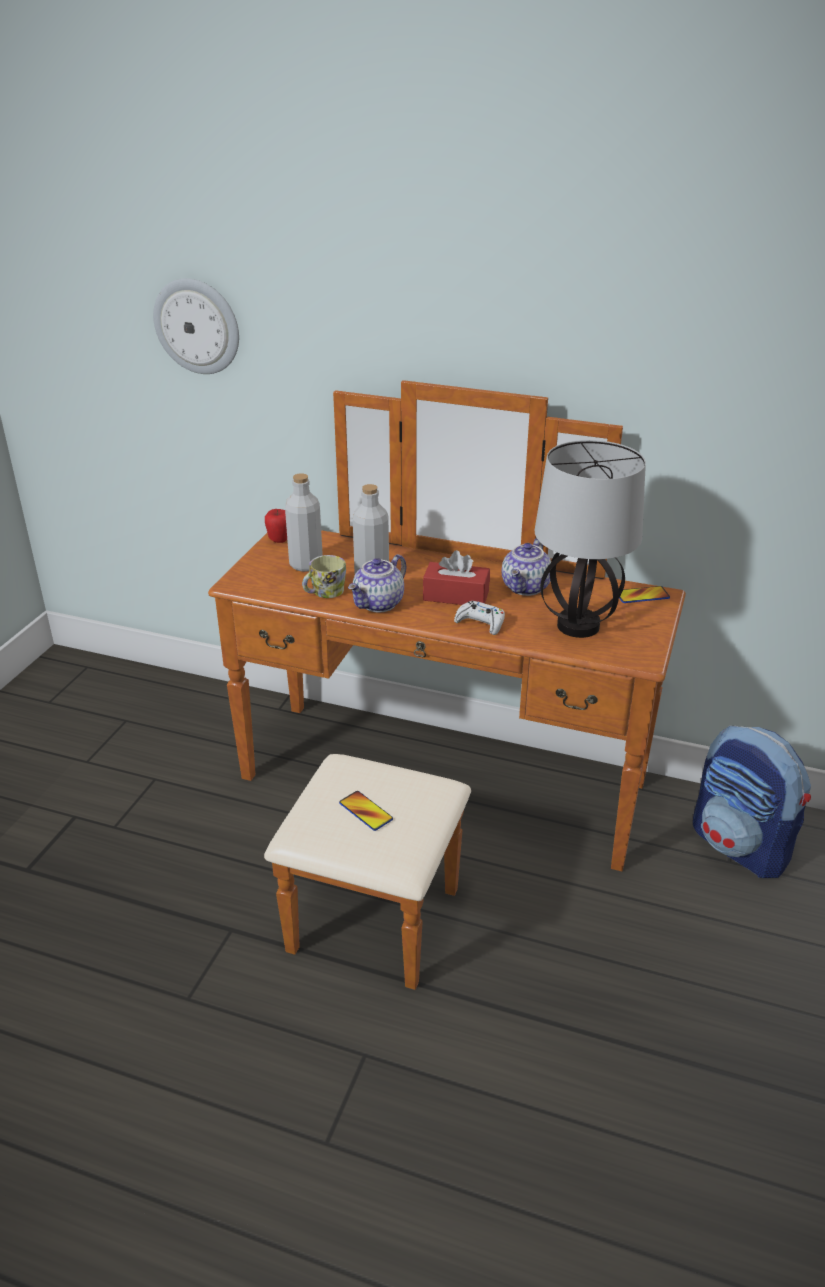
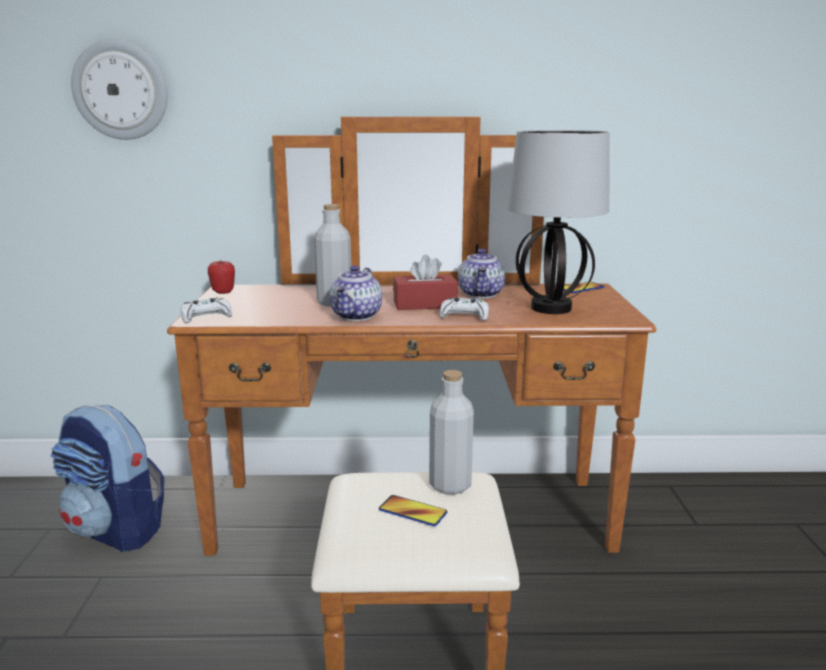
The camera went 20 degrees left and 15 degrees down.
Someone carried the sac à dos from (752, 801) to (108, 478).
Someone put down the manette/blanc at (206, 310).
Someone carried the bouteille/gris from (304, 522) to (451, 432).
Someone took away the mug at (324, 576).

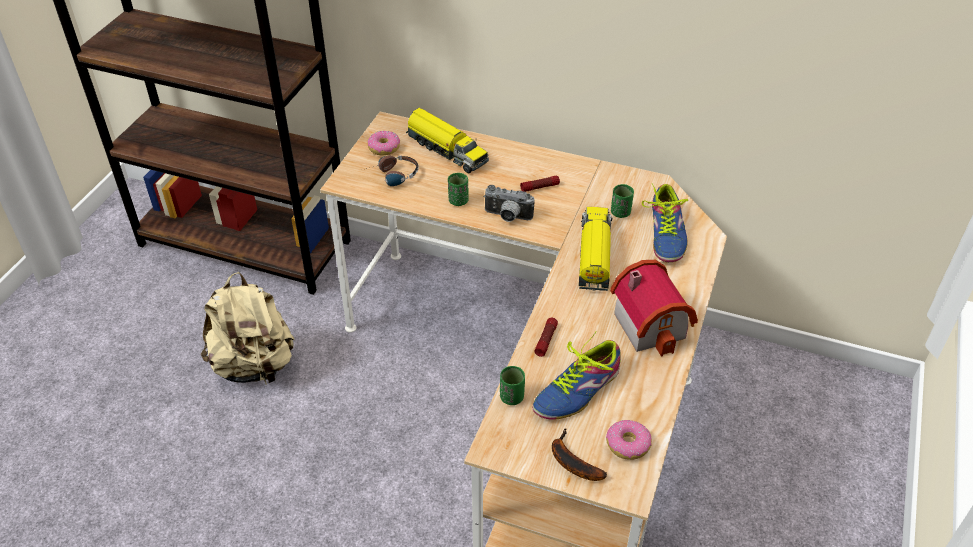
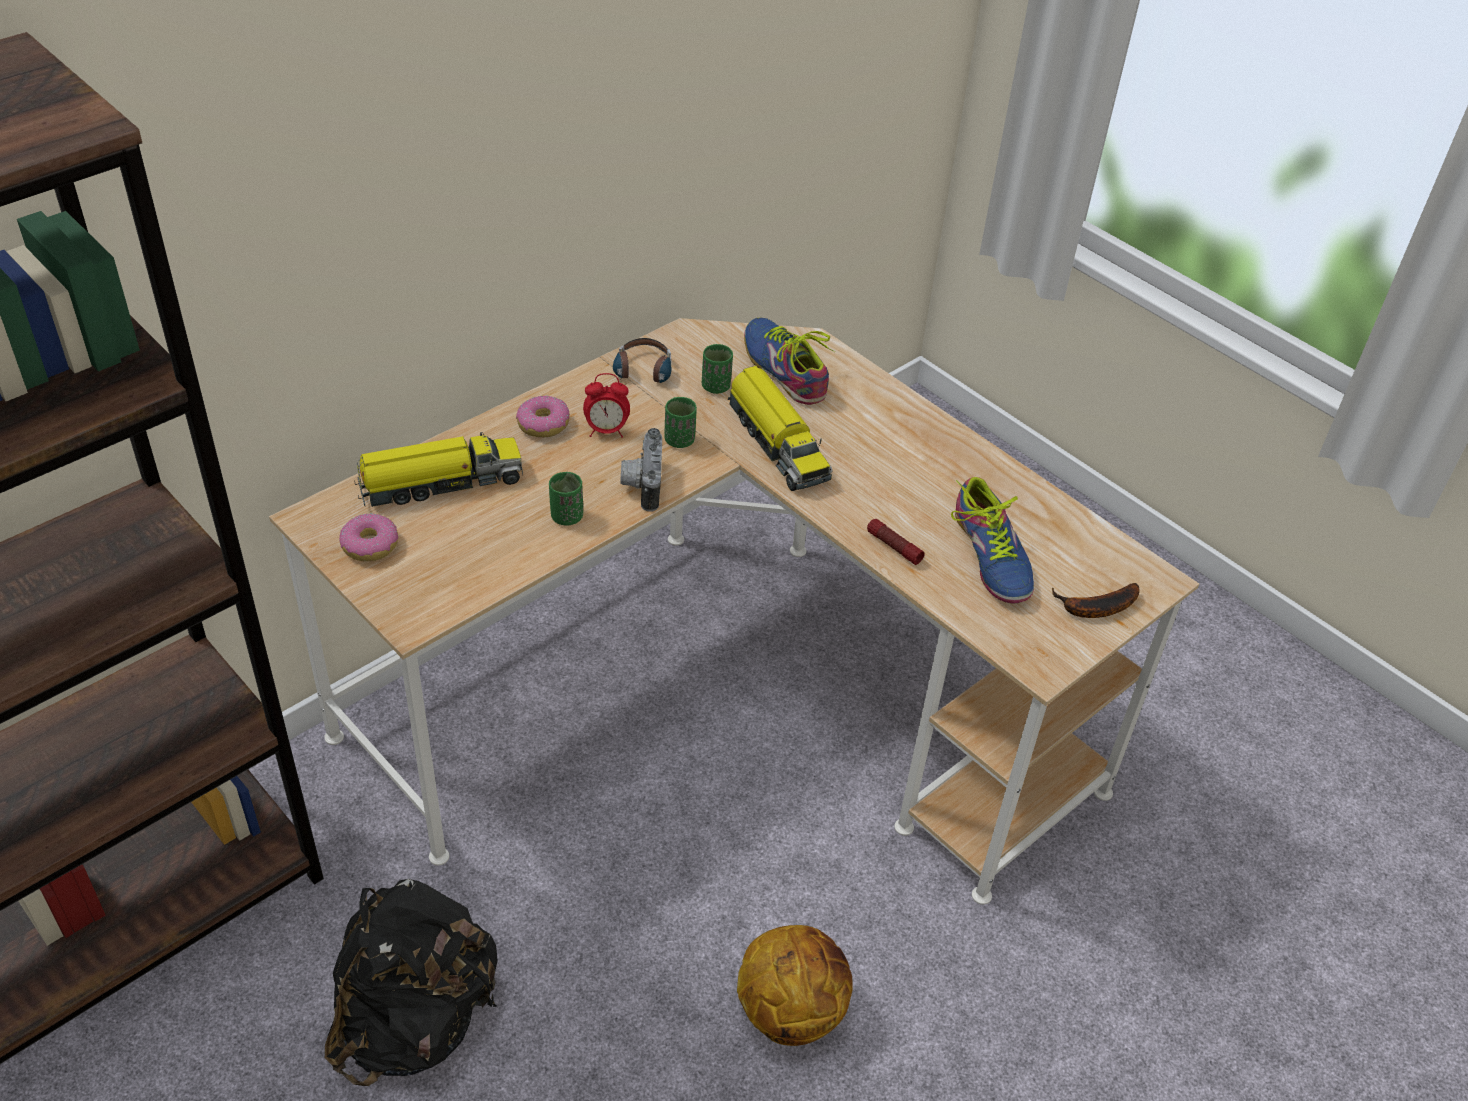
The camera went 65 degrees left and 0 degrees up.
Someone repainted the sac à dos/beige at (247, 328), which became the sac à dos/noir at (411, 982).
Someone carried the beignet from (629, 440) to (543, 416).
Someone swapped the lampe de poche at (540, 183) for the réveil at (606, 405).
Someone carried the casque audio from (392, 170) to (642, 360).
Someone rotated the appareil photo at (509, 203) by 135 degrees clockwise.
Someone carried the tasse/vert from (512, 385) to (680, 422).
Someone rotated the camion jouet at (595, 249) by 150 degrees counterclockwise.
Someone put down the ballon de basket at (795, 985).
Someone rotated the chaussure at (665, 223) by 150 degrees counterclockwise.
Someone took away the maison miniature at (654, 308).

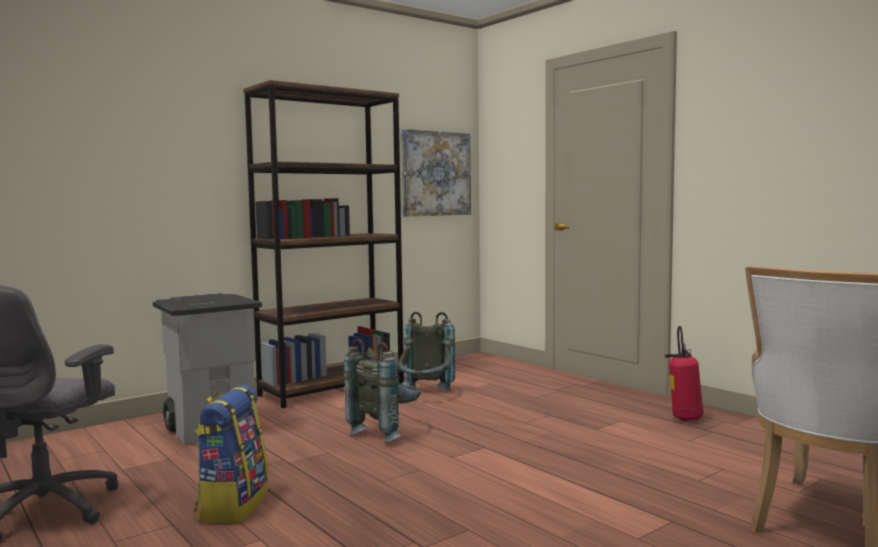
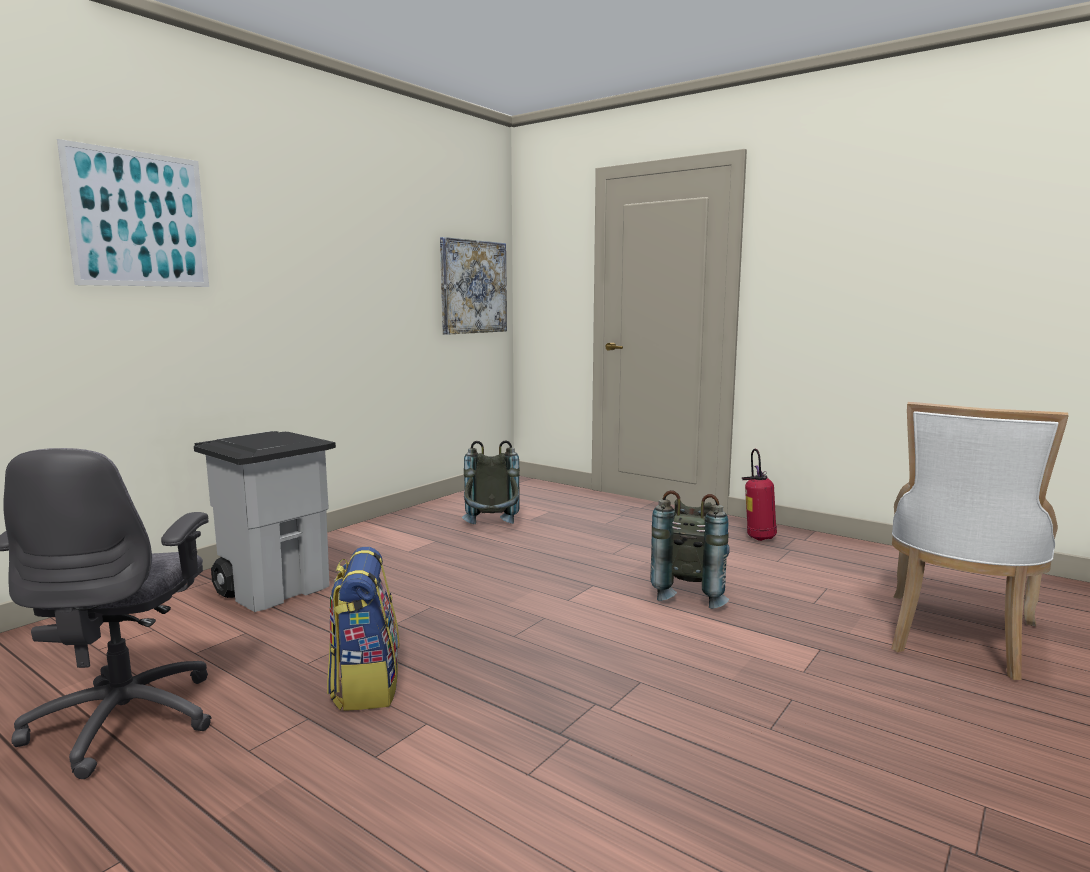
The camera went 15 degrees left and 5 degrees up.
Someone put up the tableau at (133, 213).
Someone carried the sac à dos/gris from (382, 391) to (690, 549).
Someone took away the bibliothèque/marron at (323, 244).

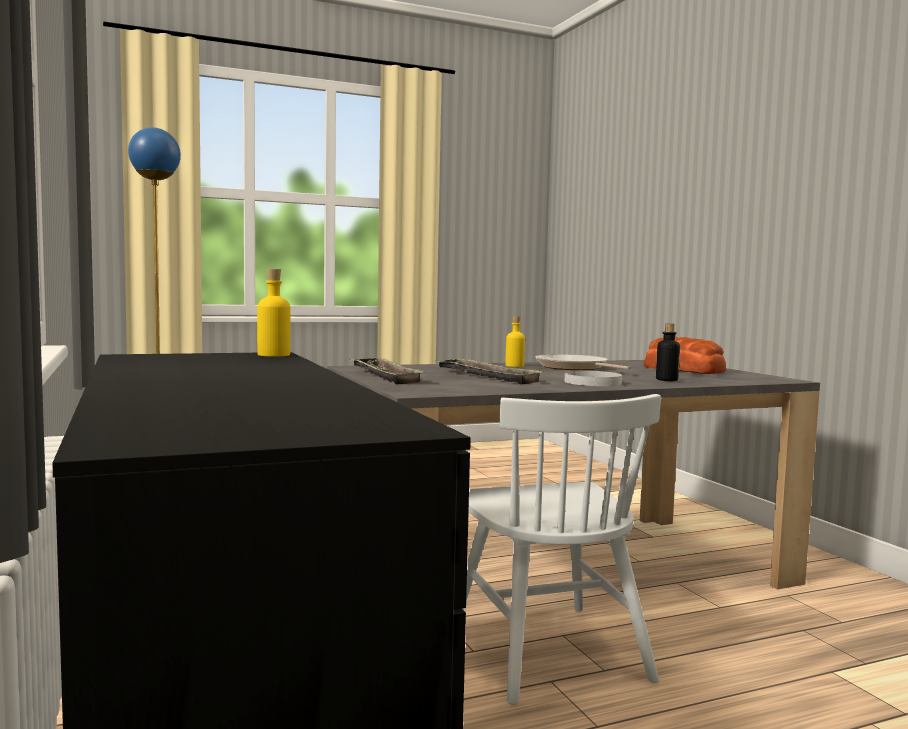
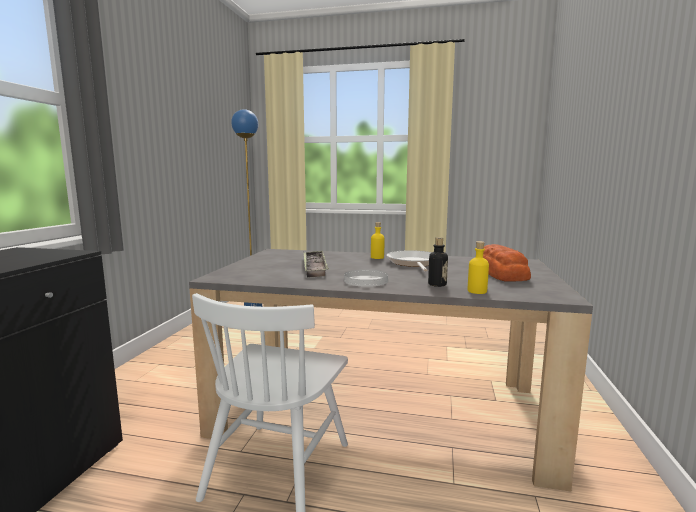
The camera went 35 degrees right and 5 degrees up.
Someone carried the bouteille/jaune from (274, 313) to (478, 267).
Someone took away the plateau at (387, 370).

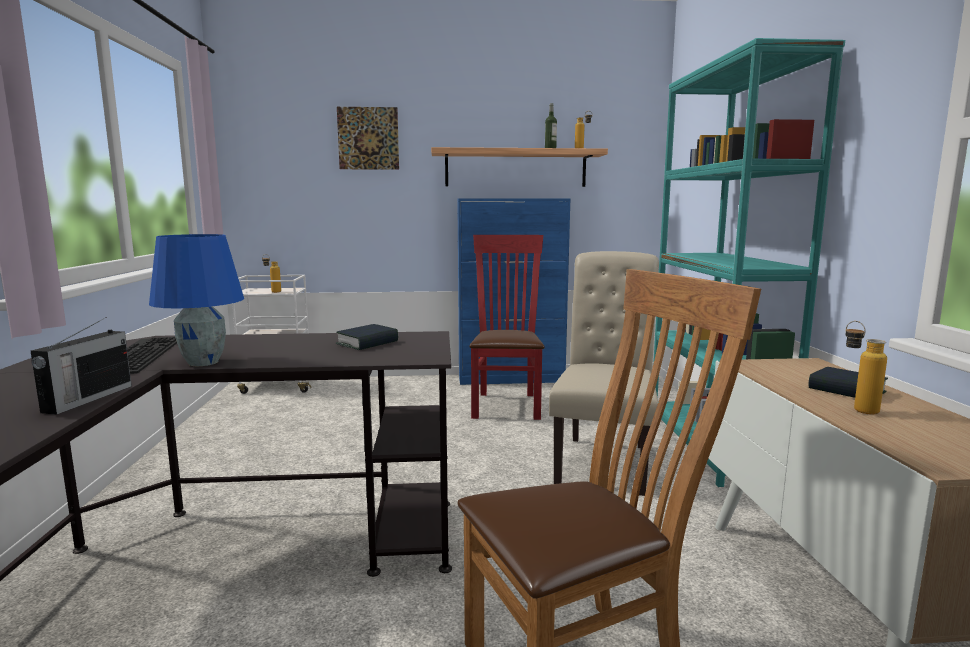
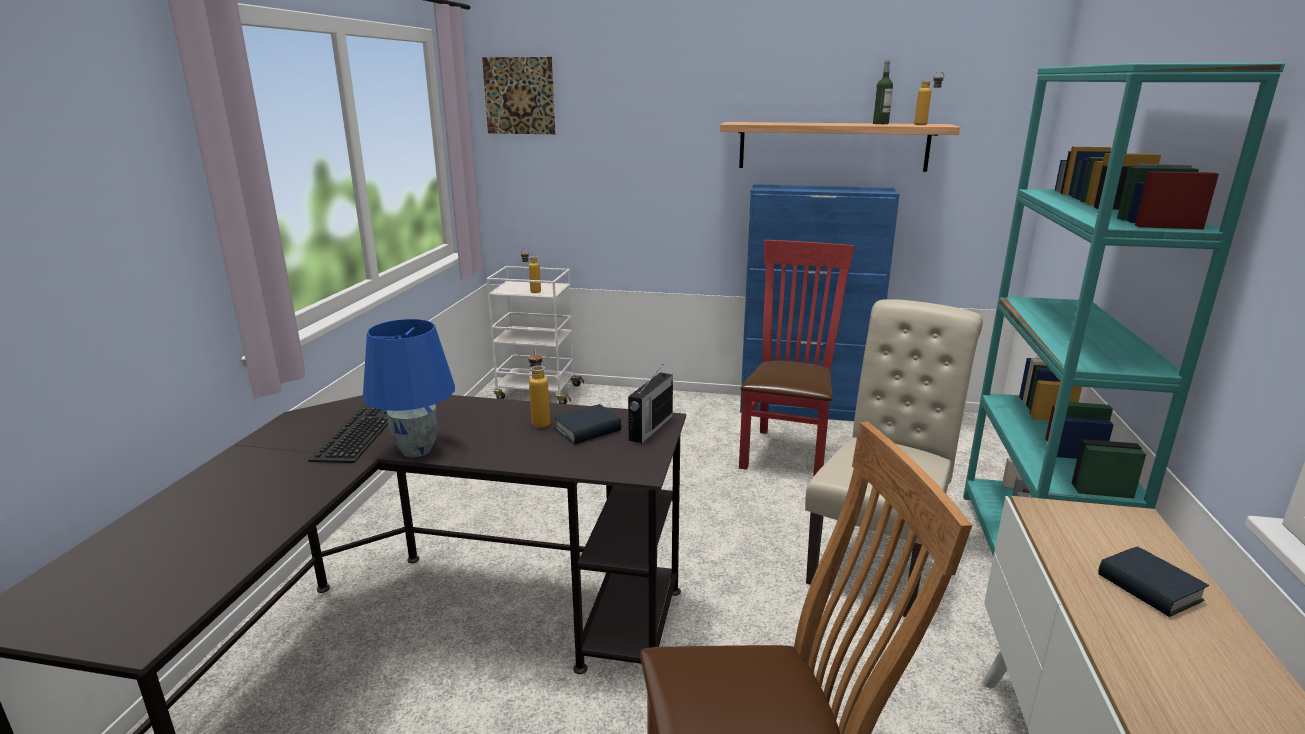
The camera went 15 degrees right and 10 degrees up.
Someone carried the tableau from (368, 138) to (518, 95).
Someone carried the bouteille from (866, 368) to (539, 388).
Someone carried the radio from (81, 366) to (650, 405).

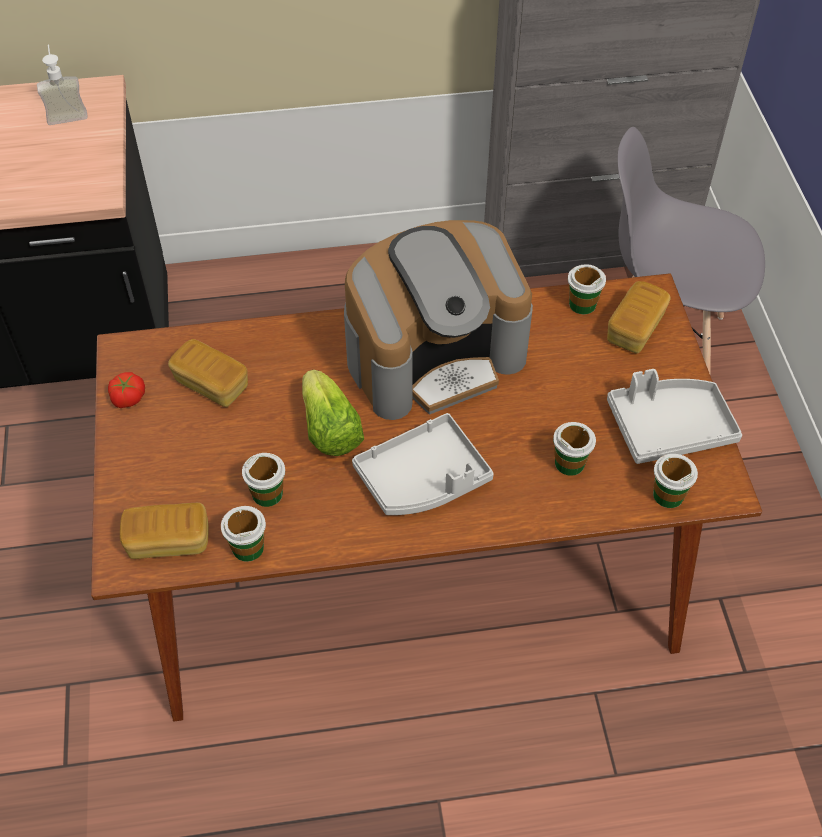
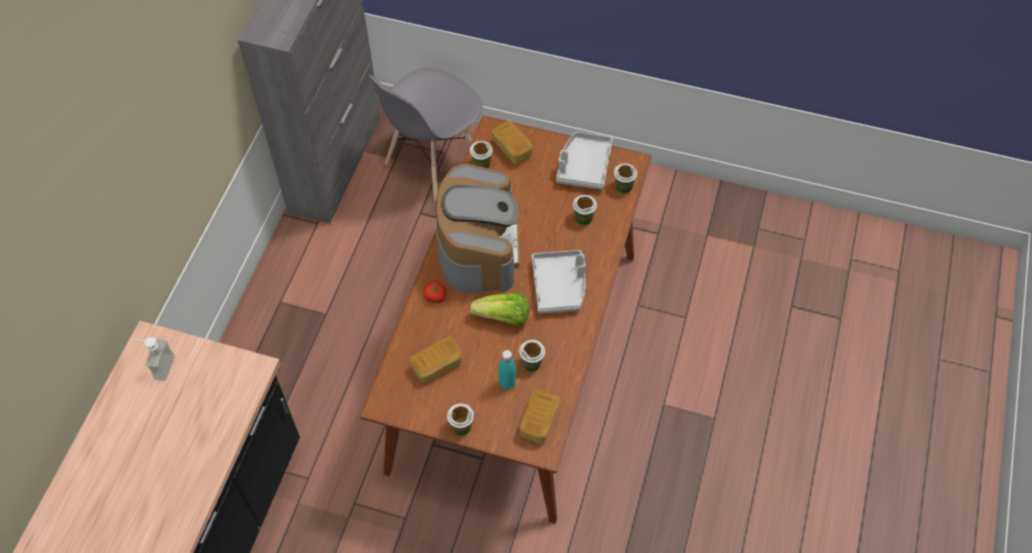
The camera went 65 degrees left and 5 degrees up.
Someone carried the tomate from (126, 390) to (434, 292).
Someone carried the tasse from (243, 534) to (460, 420).
Someone put down the bouteille/turquoise at (507, 370).

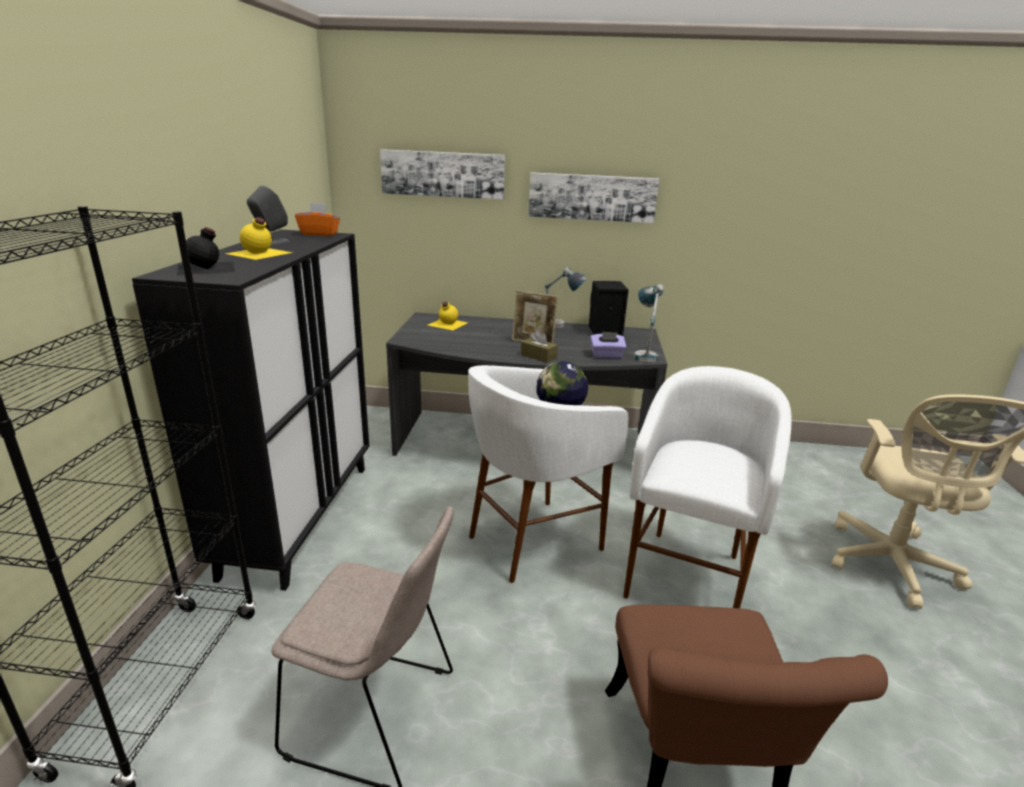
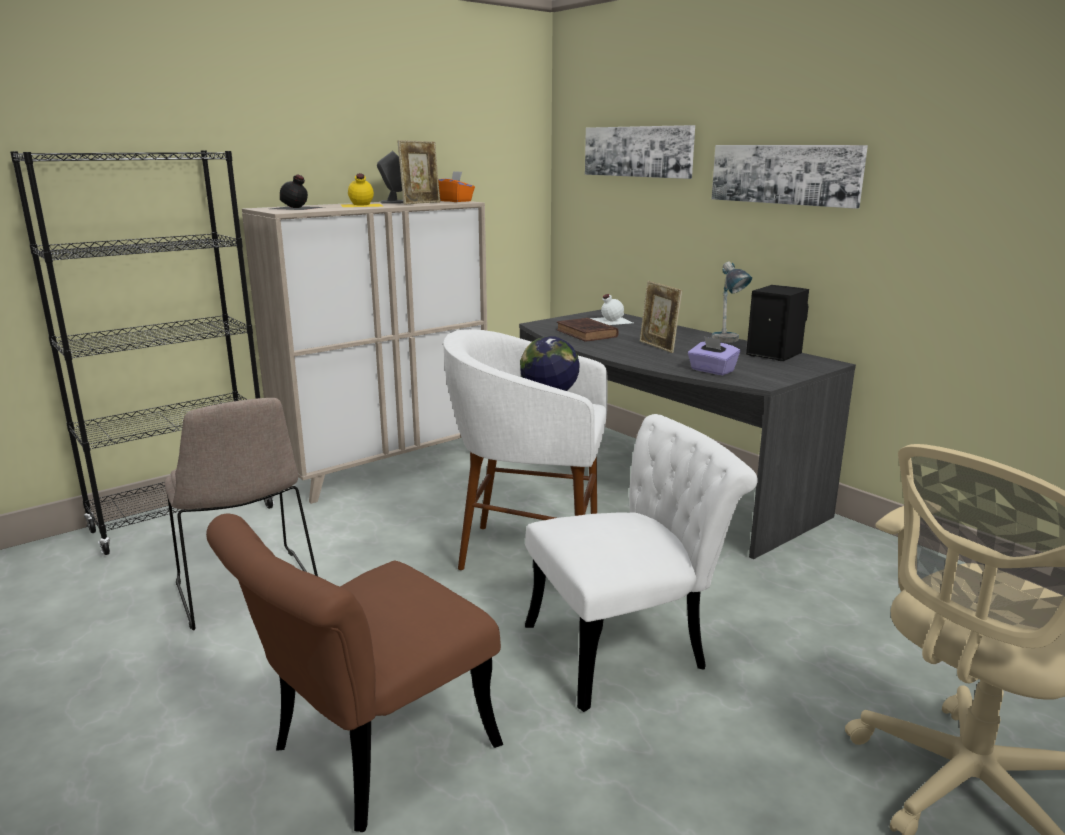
The camera went 45 degrees right and 5 degrees down.
Someone repainted the meuble de rangement/noir at (250, 410), which became the meuble de rangement/beige at (364, 352).
Someone put down the cadre photo at (418, 172).
Someone swapped the tabouret/blanc at (707, 487) for the chaise/blanc at (641, 563).
Someone put down the livre/marron at (587, 329).
Someone repainted the bouteille/jaune at (448, 316), which became the bouteille/blanc at (611, 309).
Someone took away the boîte à mouchoirs/marron at (539, 346).
Someone took away the lampe de table at (649, 323).

